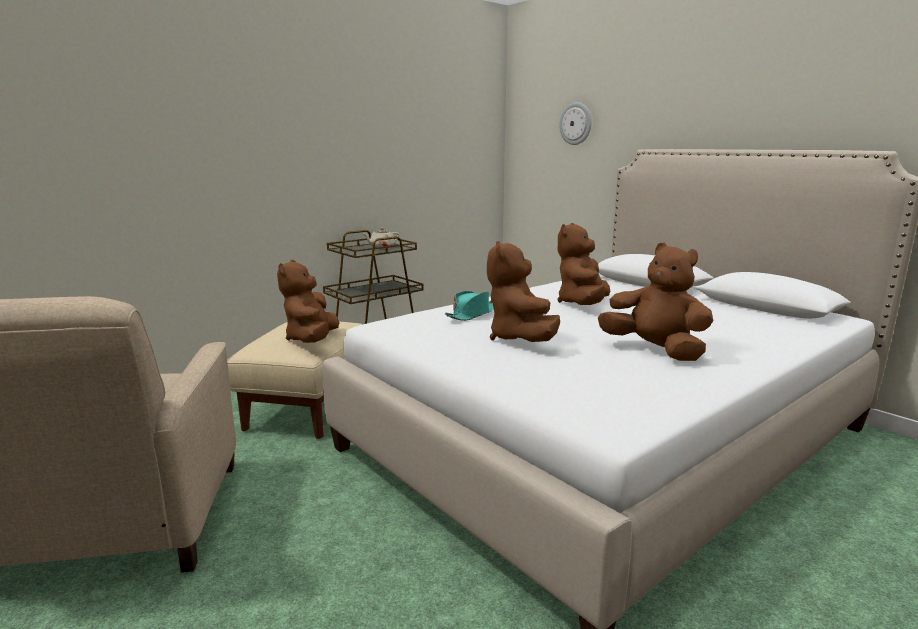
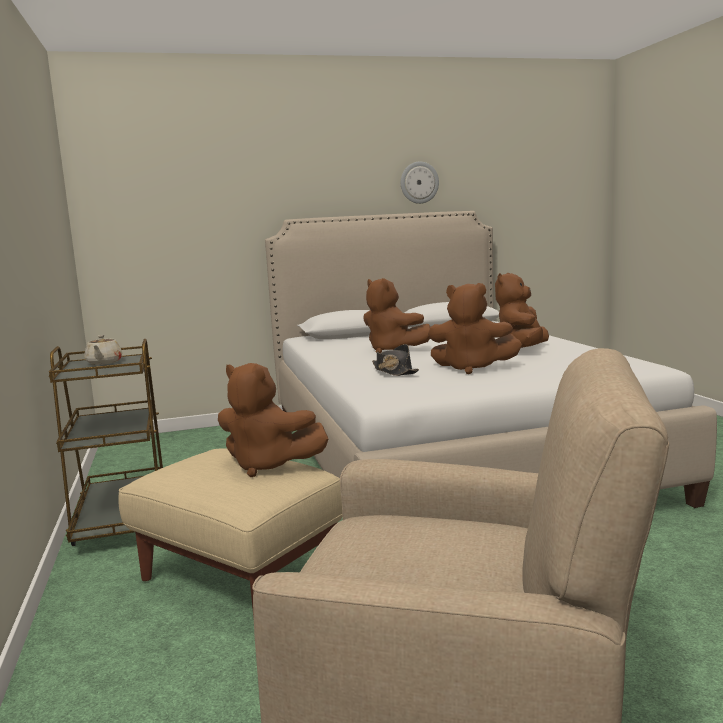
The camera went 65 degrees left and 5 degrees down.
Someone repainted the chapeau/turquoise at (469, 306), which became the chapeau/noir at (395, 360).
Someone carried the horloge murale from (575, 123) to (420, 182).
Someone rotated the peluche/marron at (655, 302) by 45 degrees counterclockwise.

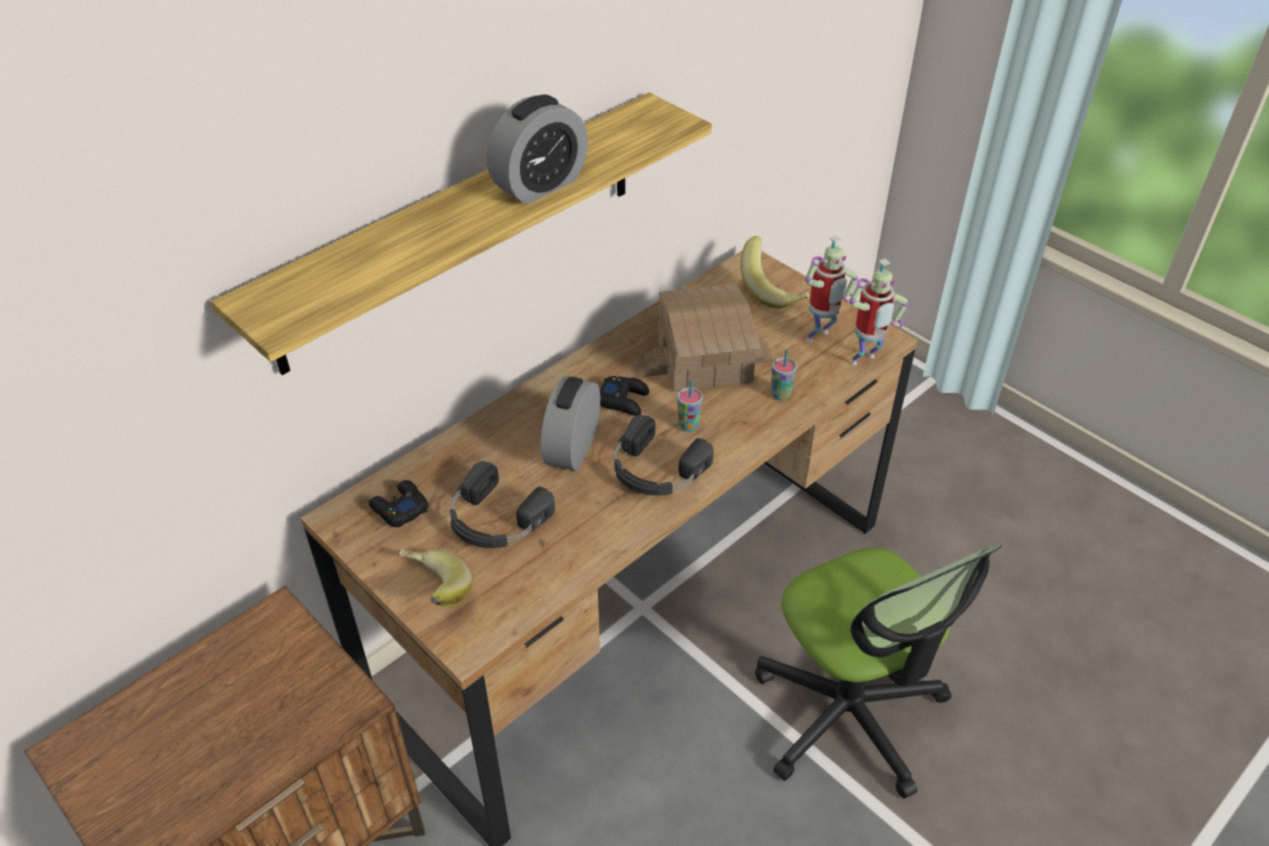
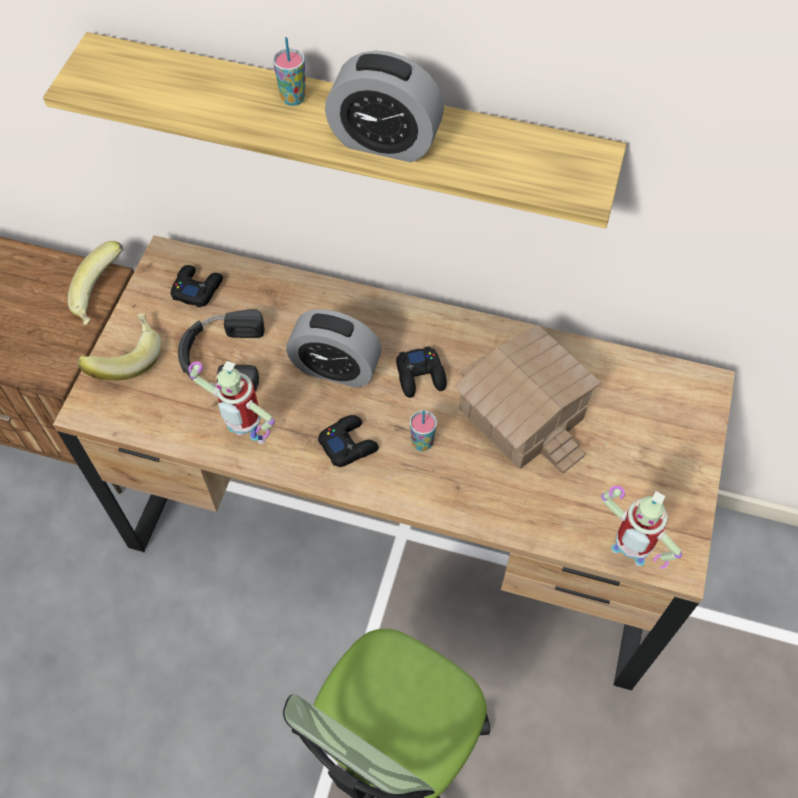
The camera went 60 degrees right and 15 degrees up.
Someone carried the banane from (774, 272) to (95, 283).
Someone carried the robot jouet from (831, 289) to (231, 402).
Someone carried the tasse from (784, 375) to (289, 71).
Someone rotated the réveil at (570, 423) by 150 degrees counterclockwise.
Someone swapped the casque audio/noir at (664, 455) for the manette/noir at (348, 441).

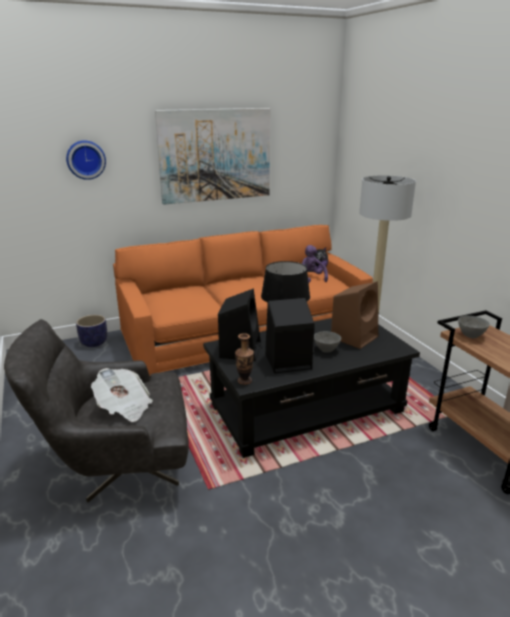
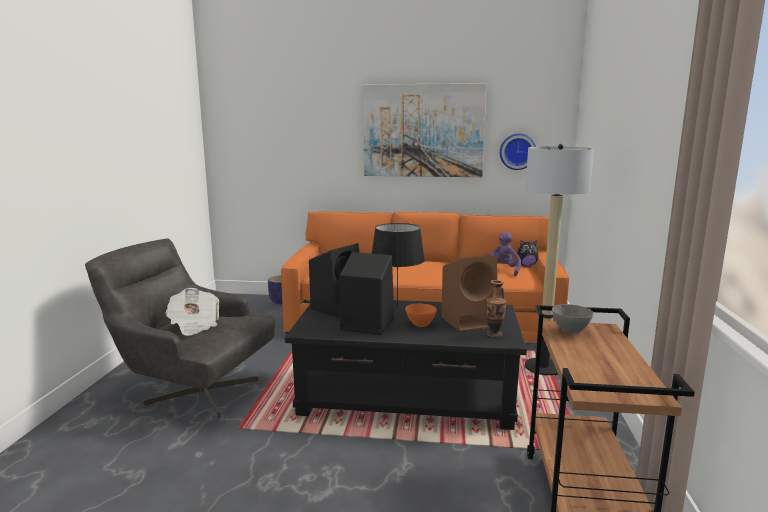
The camera went 30 degrees right and 10 degrees down.
Someone repainted the bol/gris at (327, 342), which became the bol/orange at (421, 315).
Someone carried the vase from (244, 359) to (496, 309).
Someone carried the horloge murale from (86, 160) to (518, 152).

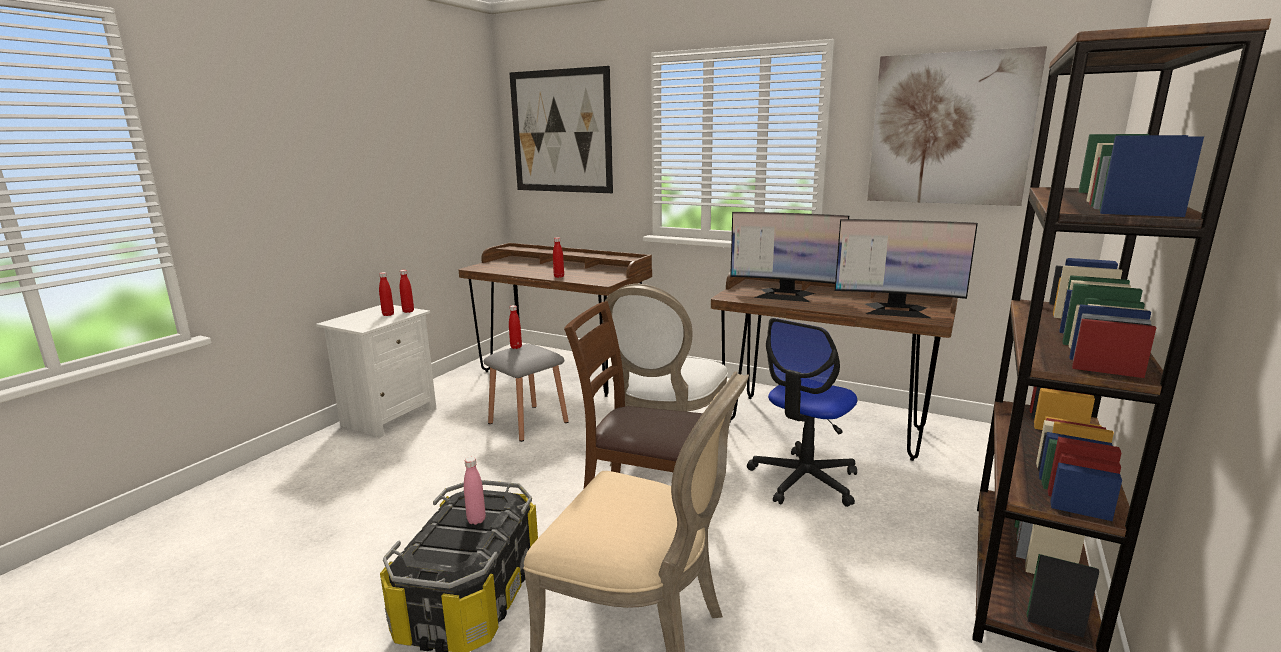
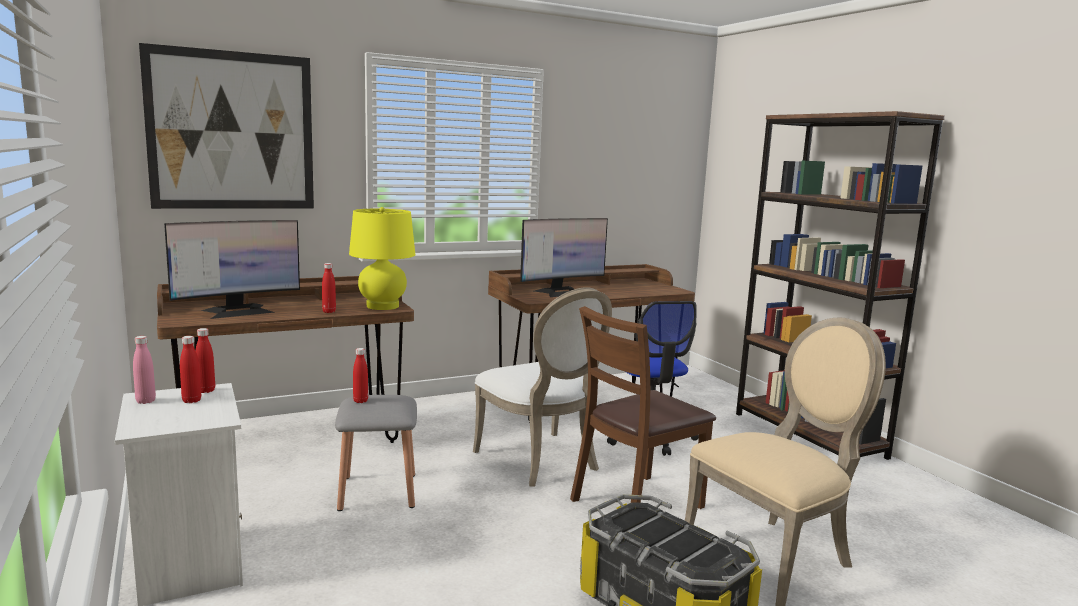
The camera went 55 degrees left and 5 degrees down.
Someone carried the bouteille/rose from (475, 491) to (144, 370).
Someone carried the écran d'ordinateur from (906, 269) to (232, 269).
Someone put down the lampe de table/jaune at (382, 258).
Someone took away the tableau at (957, 126).

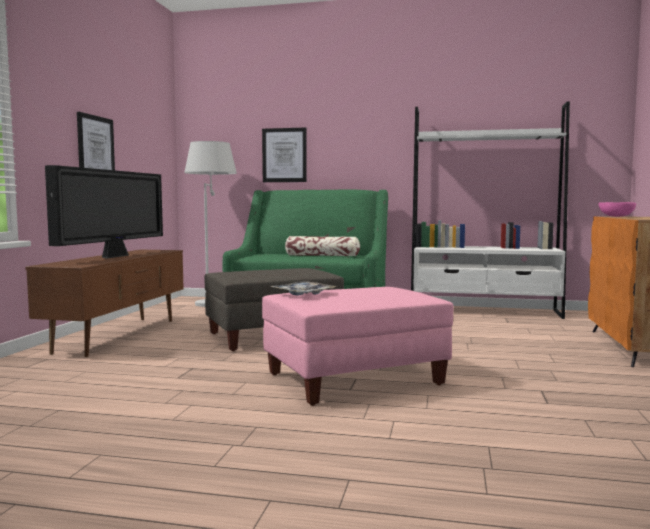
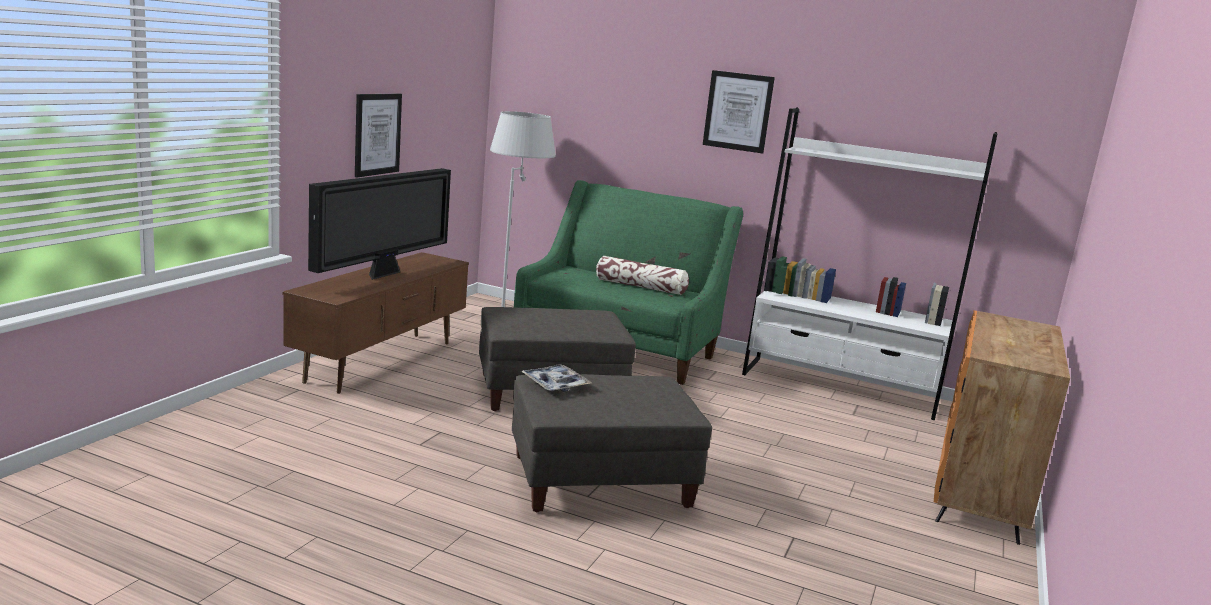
The camera went 10 degrees right and 10 degrees up.
Someone repainted the pouf/rose at (358, 346), which became the pouf/gris at (612, 443).
Someone carried the tableau from (284, 154) to (739, 112).
Someone took away the bol/rose at (617, 209).

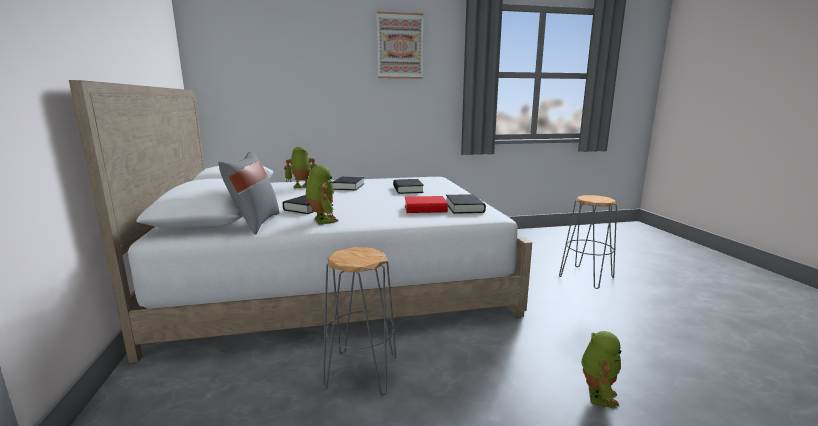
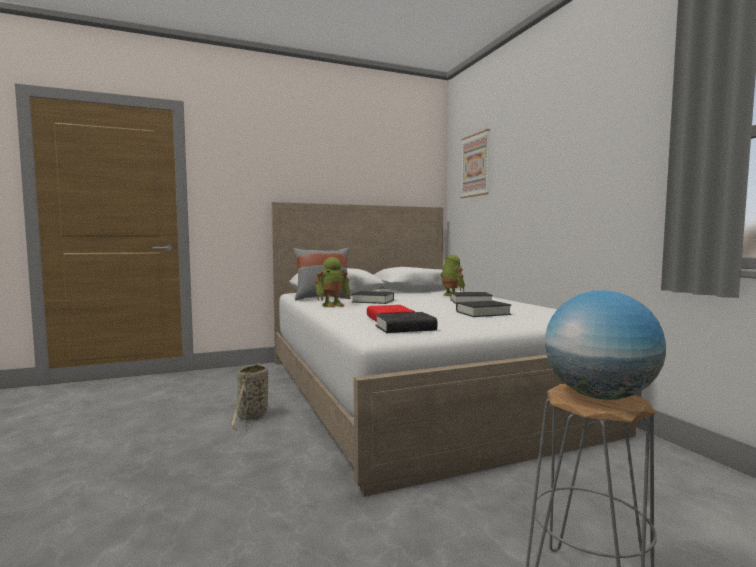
The camera went 80 degrees right and 10 degrees down.
Someone swapped the tabouret/gris at (359, 321) for the panier at (250, 397).
Someone carried the tableau from (400, 45) to (475, 163).
Someone put down the globe at (605, 345).
Someone took away the robot jouet at (601, 369).

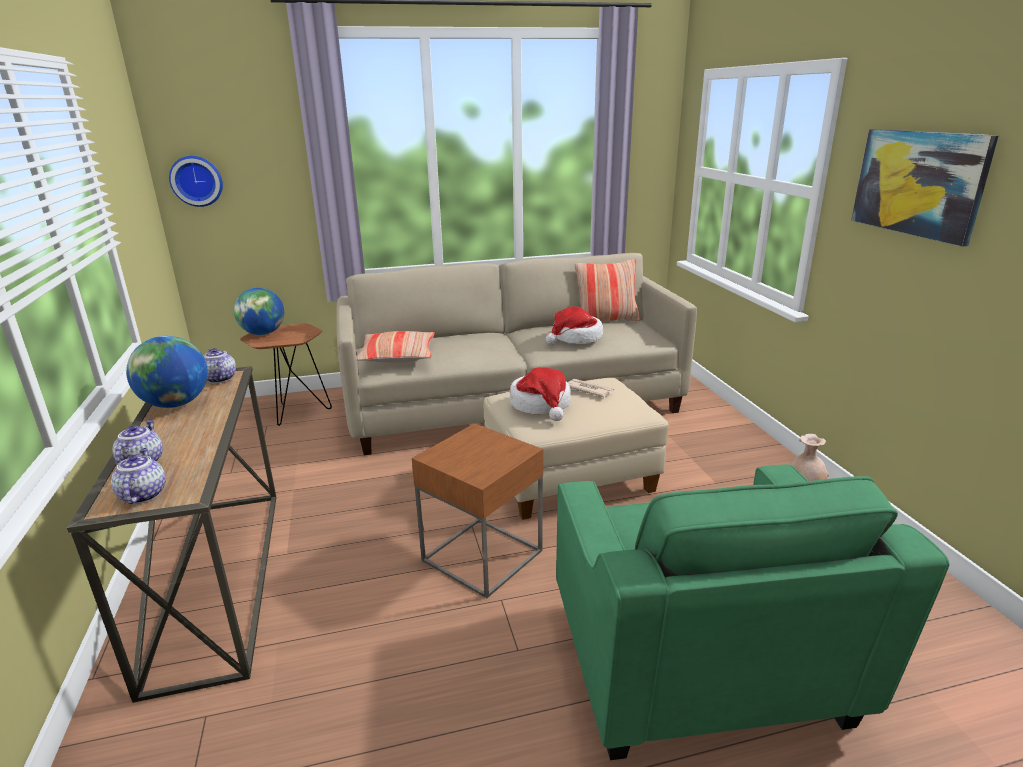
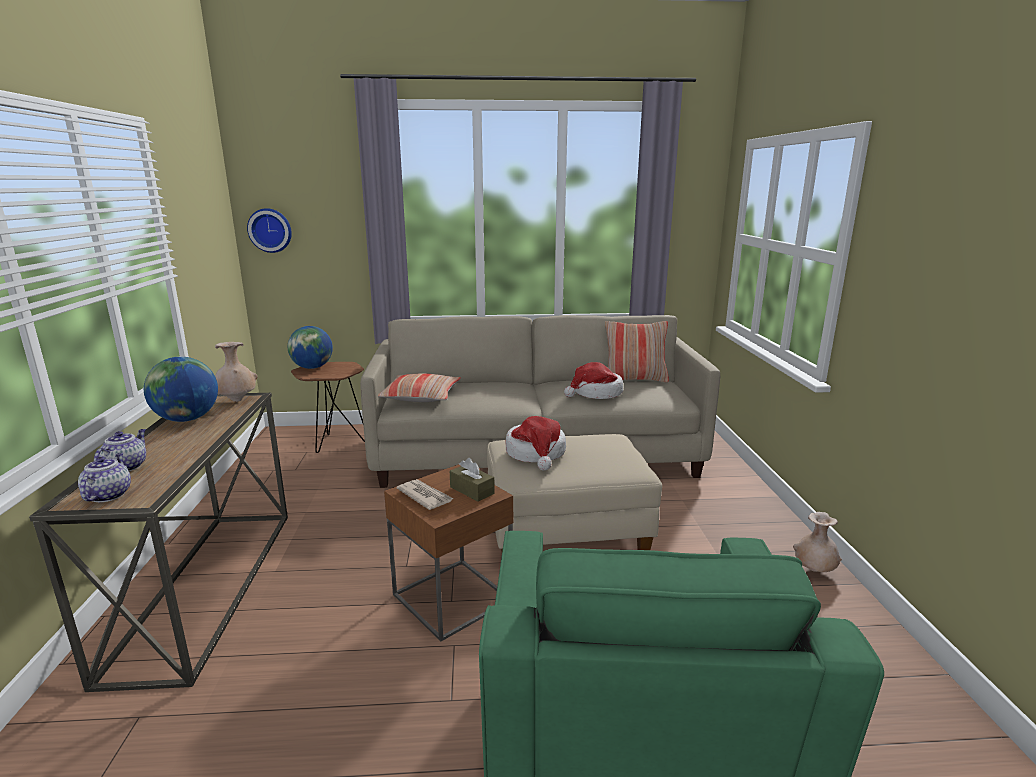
The camera went 10 degrees right and 5 degrees down.
Someone swapped the théière at (220, 365) for the vase/beige at (236, 372).
Someone carried the journal from (590, 388) to (425, 494).
Someone put down the boîte à mouchoirs/marron at (472, 479).
Someone took away the tableau at (924, 187).

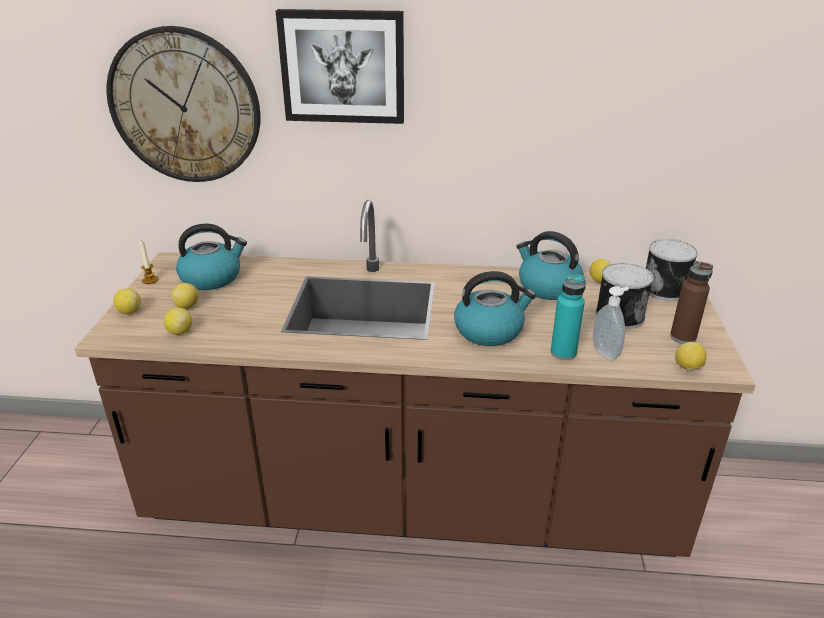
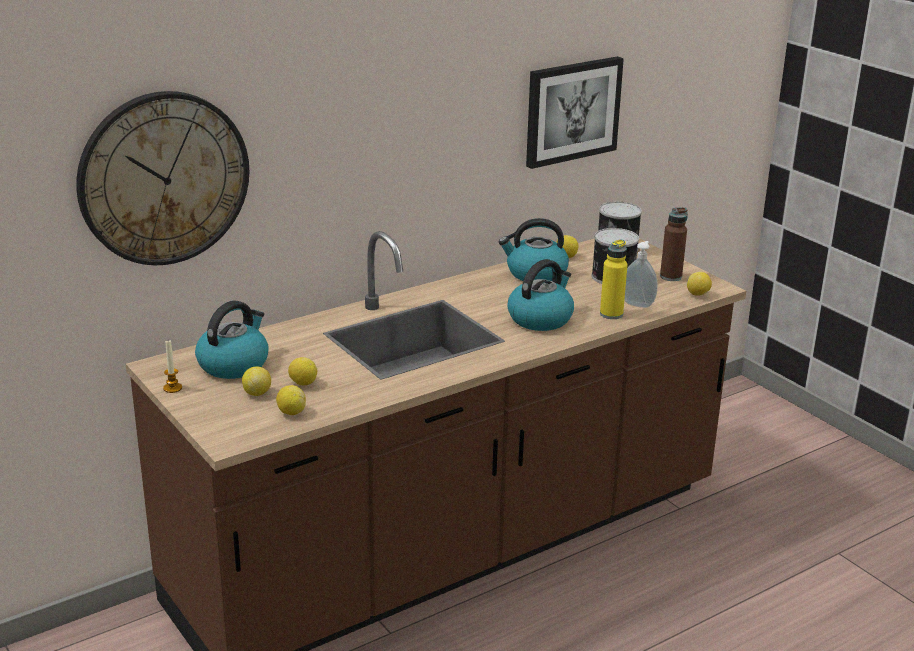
The camera went 40 degrees left and 5 degrees down.
Someone carried the citron from (127, 301) to (302, 371).
Someone carried the tableau from (340, 66) to (575, 112).
Someone repainted the bouteille/turquoise at (568, 317), which became the bouteille/jaune at (614, 279).

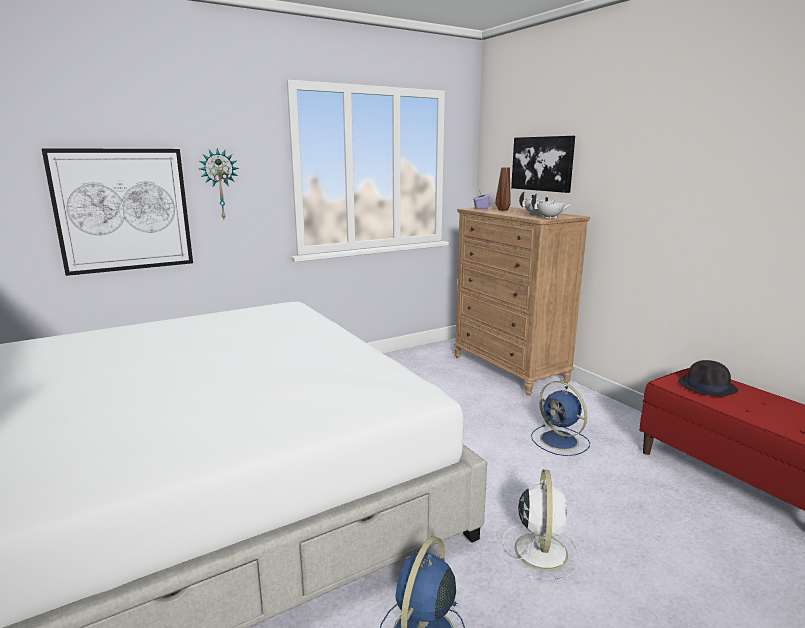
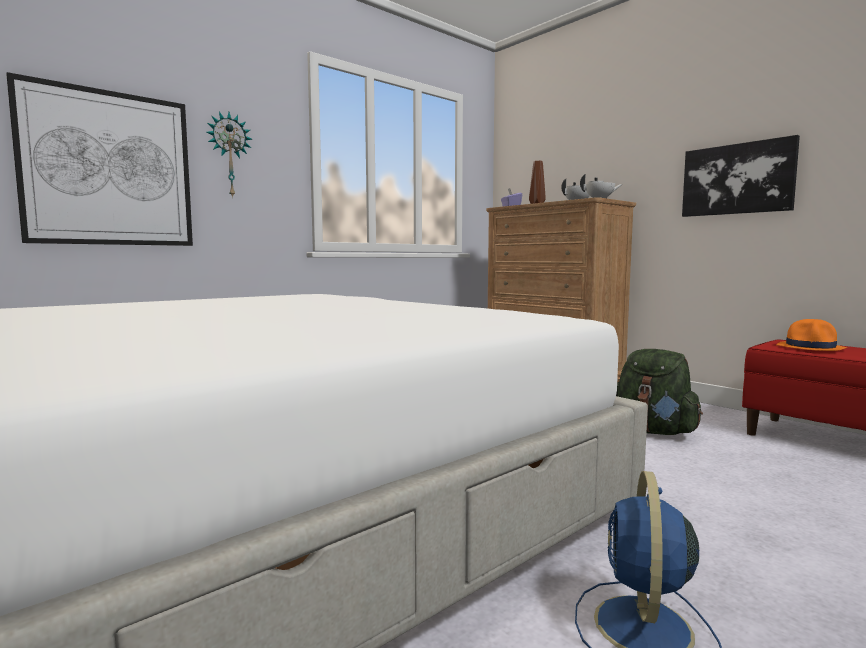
The camera went 10 degrees left and 10 degrees down.
Someone swapped the ventilateur/bleu at (560, 418) for the sac à dos/vert at (659, 392).
Someone carried the tableau from (543, 164) to (741, 176).
Someone repainted the chapeau/noir at (708, 378), which became the chapeau/orange at (812, 335).
Someone took away the ventilateur/blanc at (541, 524).

